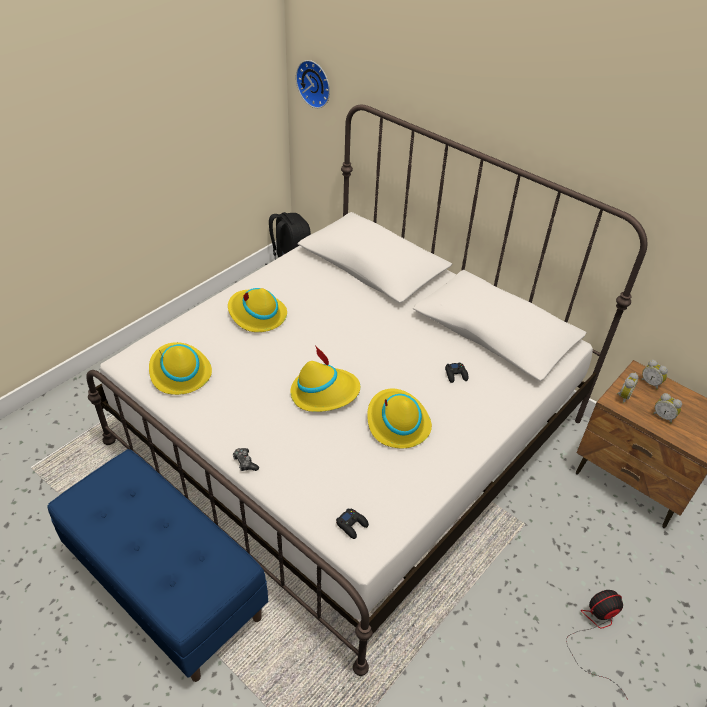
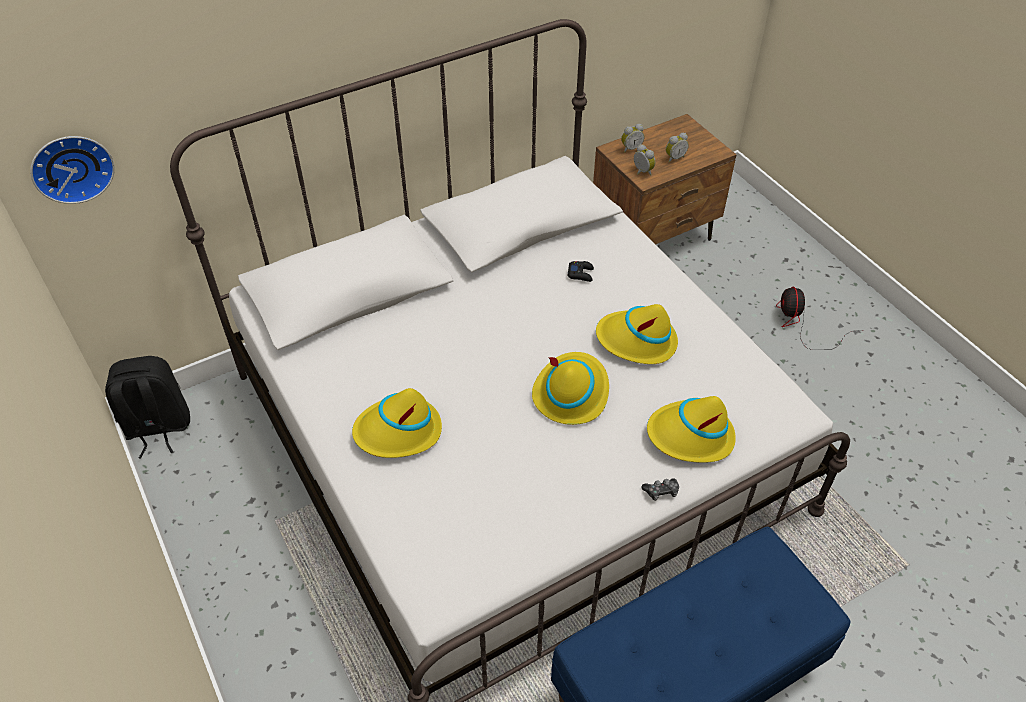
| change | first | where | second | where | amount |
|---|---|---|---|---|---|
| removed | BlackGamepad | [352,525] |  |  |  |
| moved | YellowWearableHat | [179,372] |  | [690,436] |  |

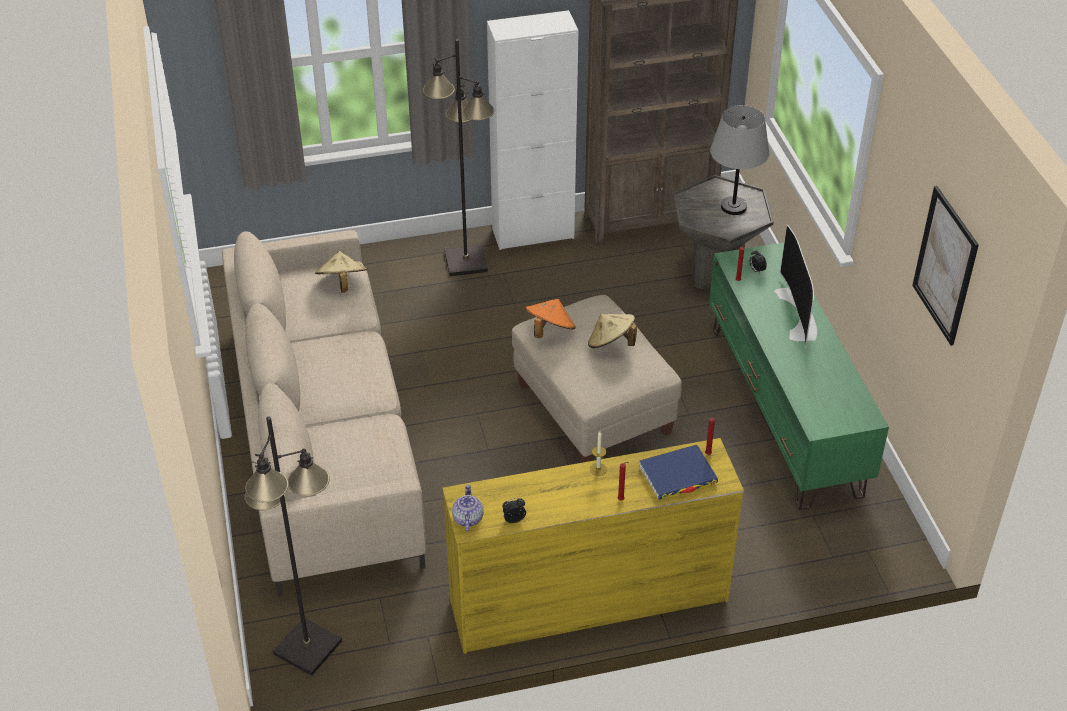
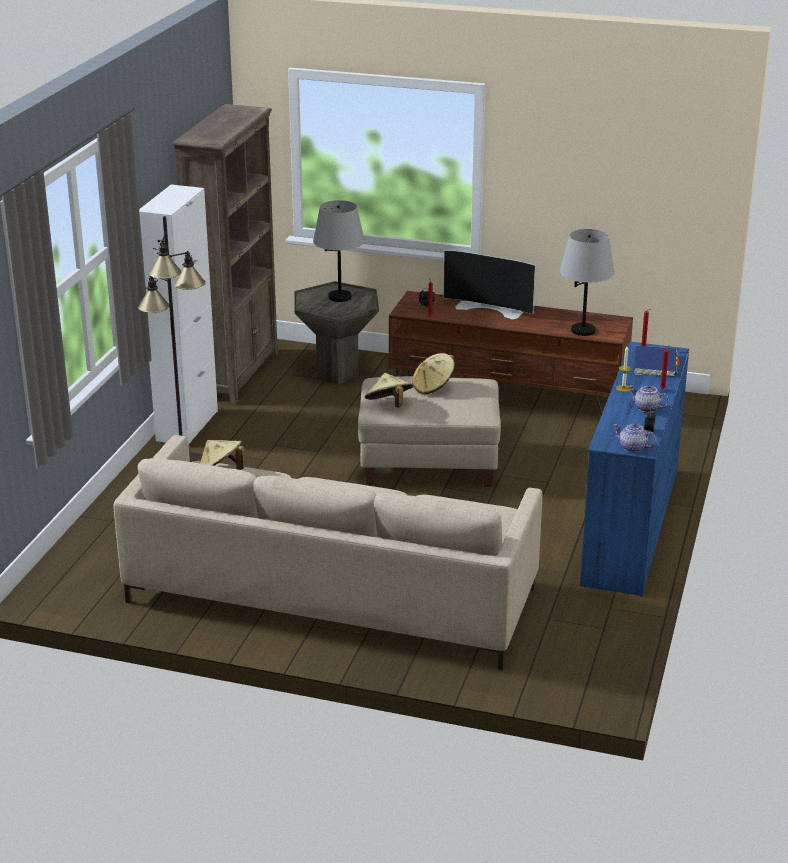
| change | first | where | second | where | amount |
|---|---|---|---|---|---|
| removed | BlackStandingLamp | [306,648] |  |  |  |
| removed | WallPicture | [945,266] |  |  |  |
| added |  |  | GrayTabletopLamp | [583,330] |  |
| added |  |  | Teapot | [646,408] |  |
| recoloured | YellowChestOfDrawers | [587,600] | BlueChestOfDrawers | [629,527] |  |
| recoloured | OrangeyWearableHat | [550,330] | SandColouredWearableHat | [389,405] |  |
| recoloured | GreenColouredMediaConsole | [784,410] | BrownColouredMediaConsole | [508,395] |  |

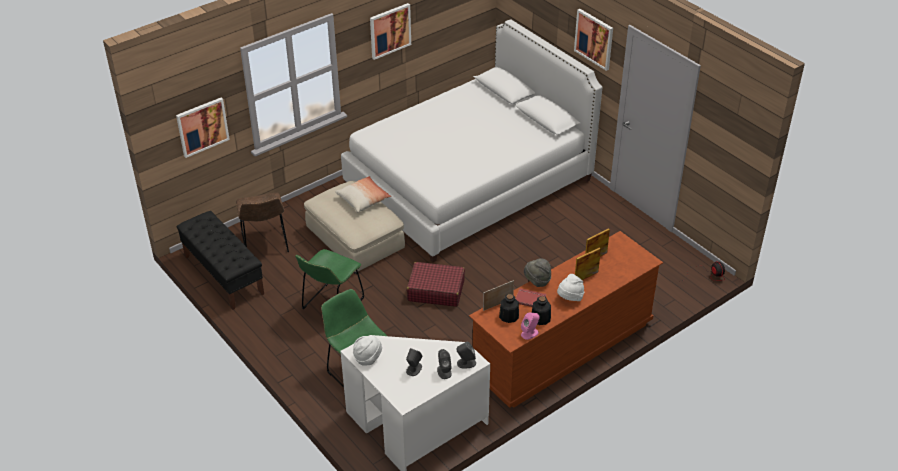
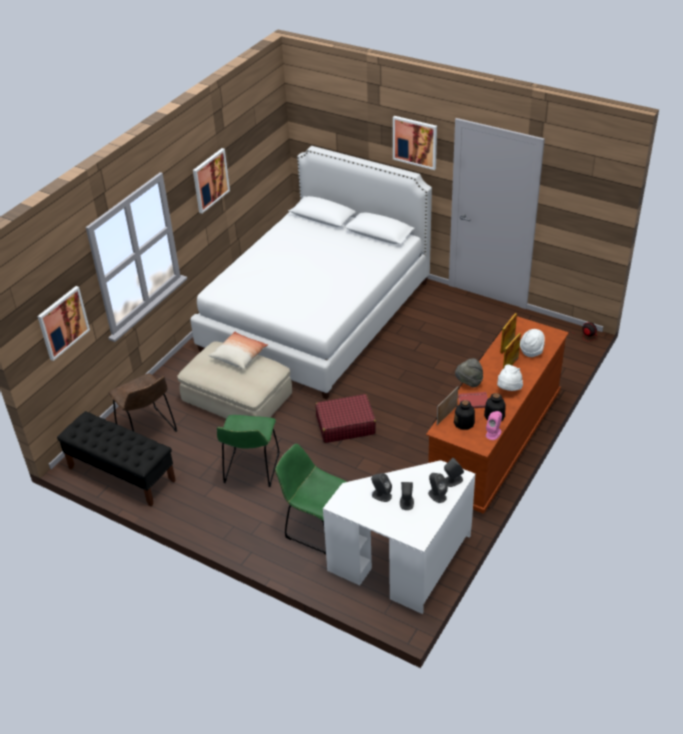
| change | first | where | second | where | amount |
|---|---|---|---|---|---|
| added |  |  | GraySpeaker | [381,495] |  |
| moved | WhiteWearableHat | [367,358] |  | [531,351] |  |

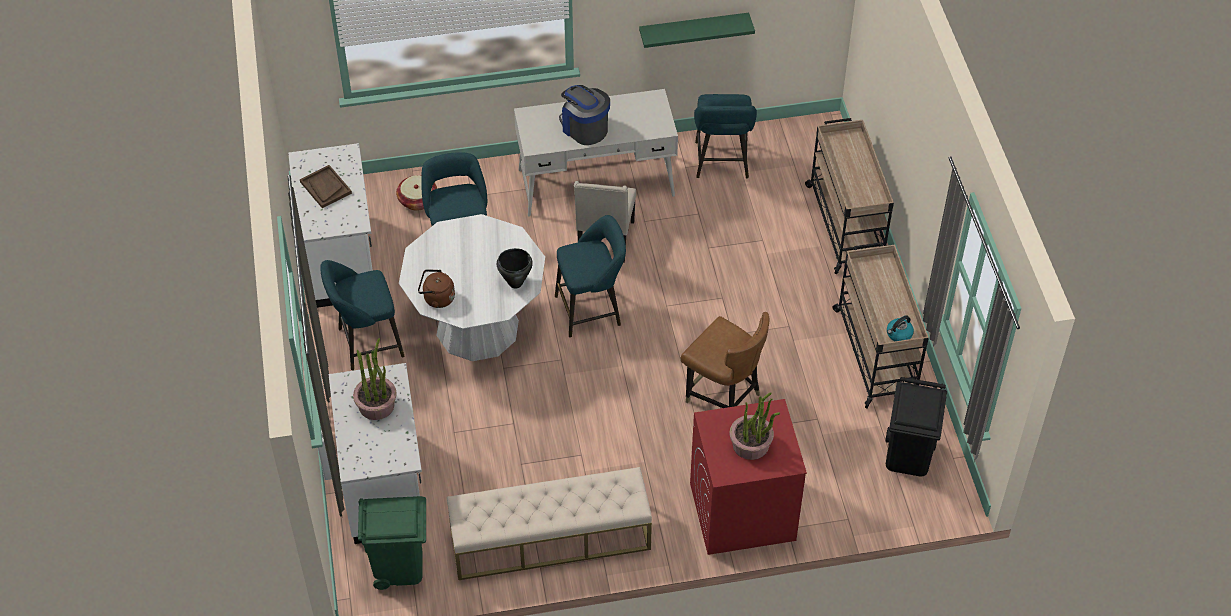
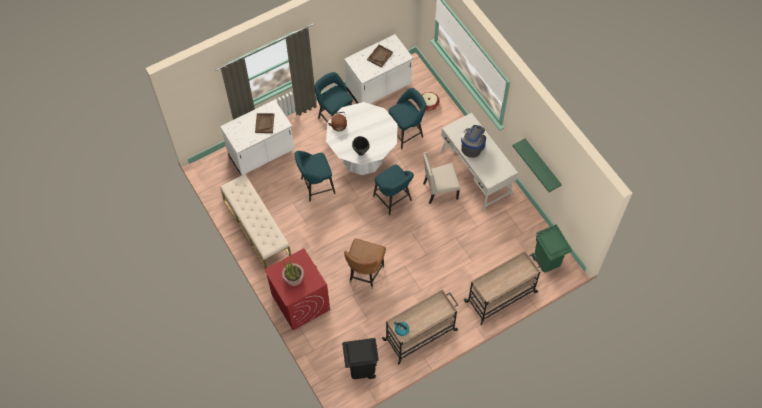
| change | first | where | second | where | amount |
|---|---|---|---|---|---|
| moved | GreenColouredTrashCan | [399,566] |  | [547,260] |  |
| moved | TurquoiseStoolSeat | [721,163] |  | [316,187] |  |
| replaced | Houseplant | [376,405] | BrownColouredServingTray | [264,123] |  |

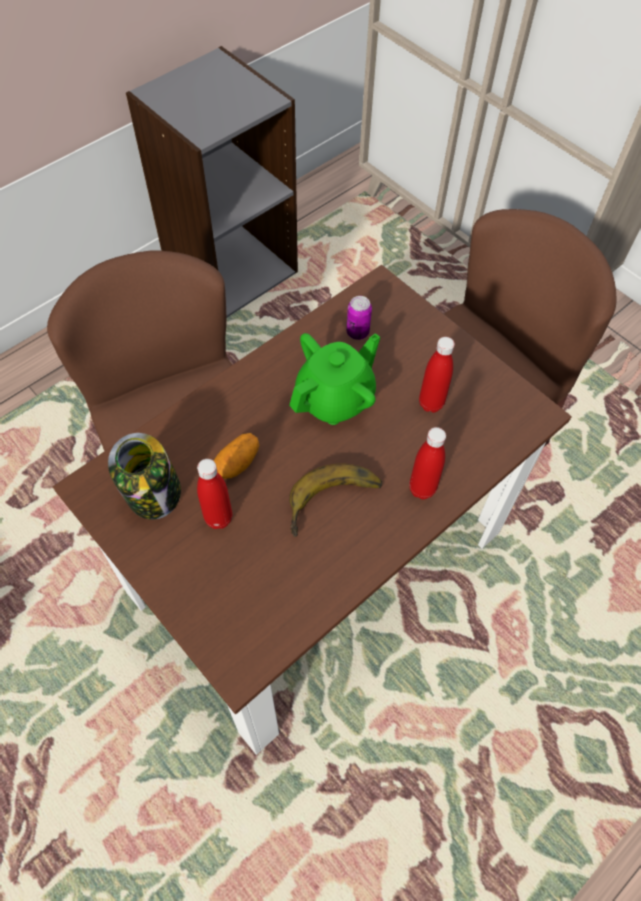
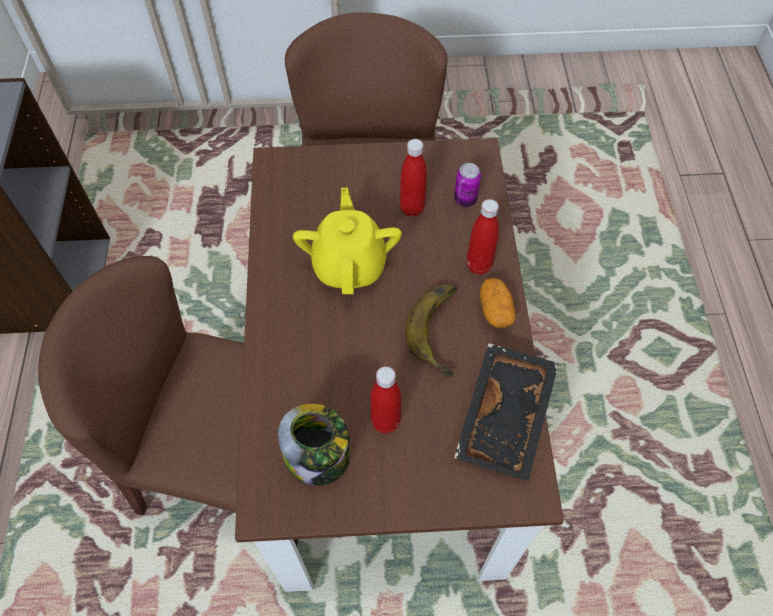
| change | first | where | second | where | amount |
|---|---|---|---|---|---|
| added |  |  | BlackServingTray | [507,417] |  |
| moved | Potato | [237,463] |  | [495,310] |  |
| moved | Can | [357,332] |  | [465,199] |  |
| recoloured | GreenColouredTeapot | [335,399] | YellowTeapot | [349,265] |  |

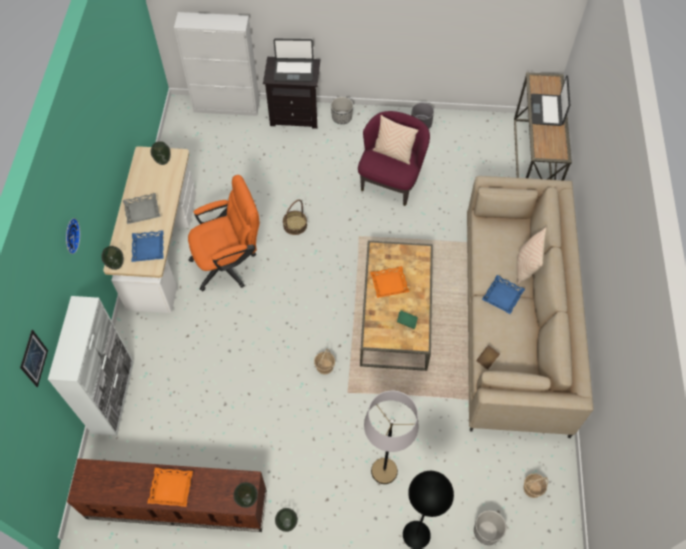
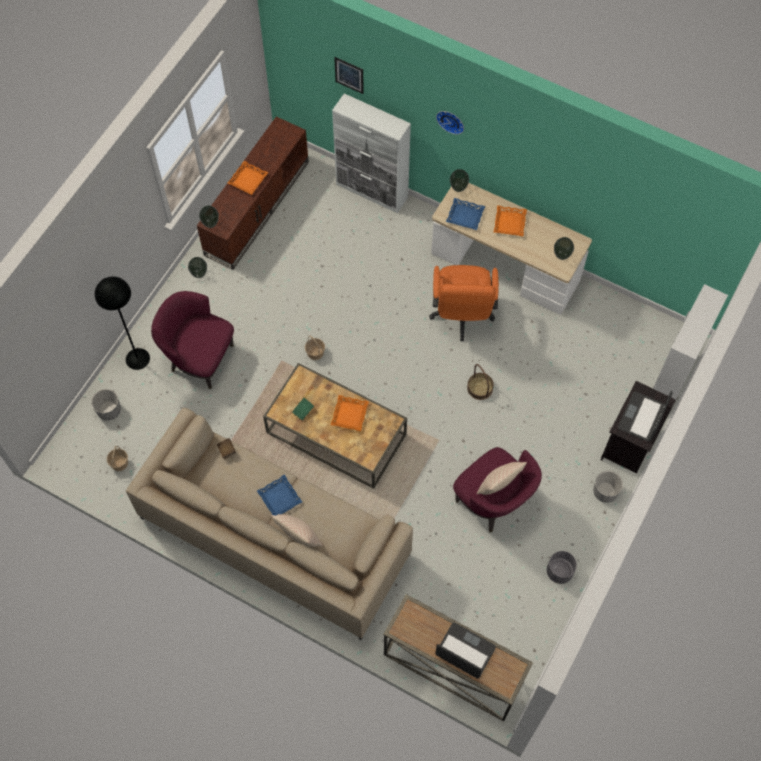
| change | first | where | second | where | amount |
|---|---|---|---|---|---|
| replaced | GrayStandingLamp | [384,471] | PurpleColouredEasyChair | [199,358] |  |
| recoloured | GrayServingTray | [142,211] | OrangeyServingTray | [509,223] |  |

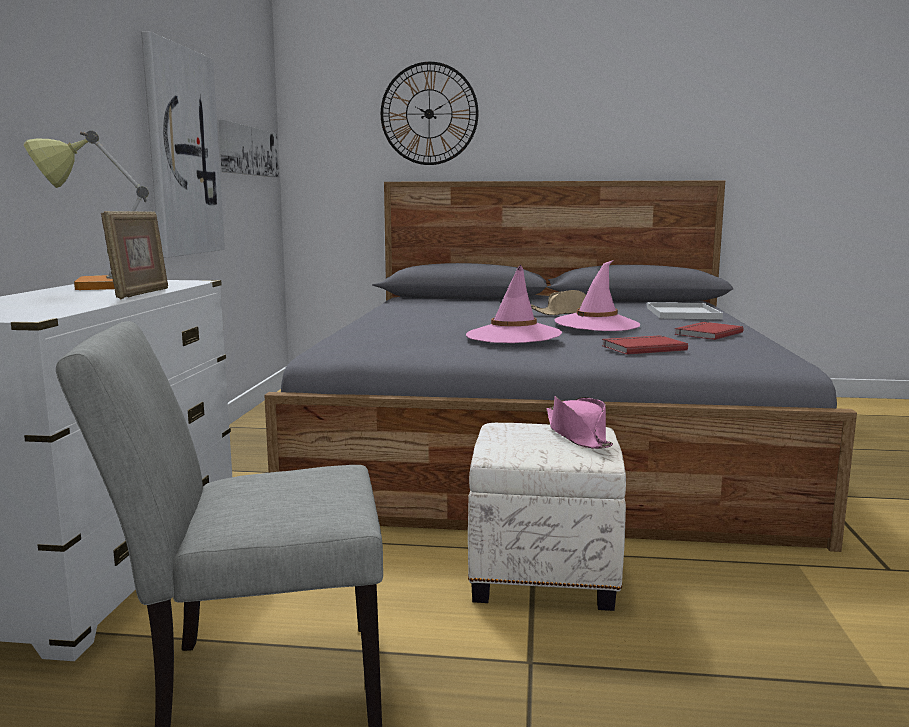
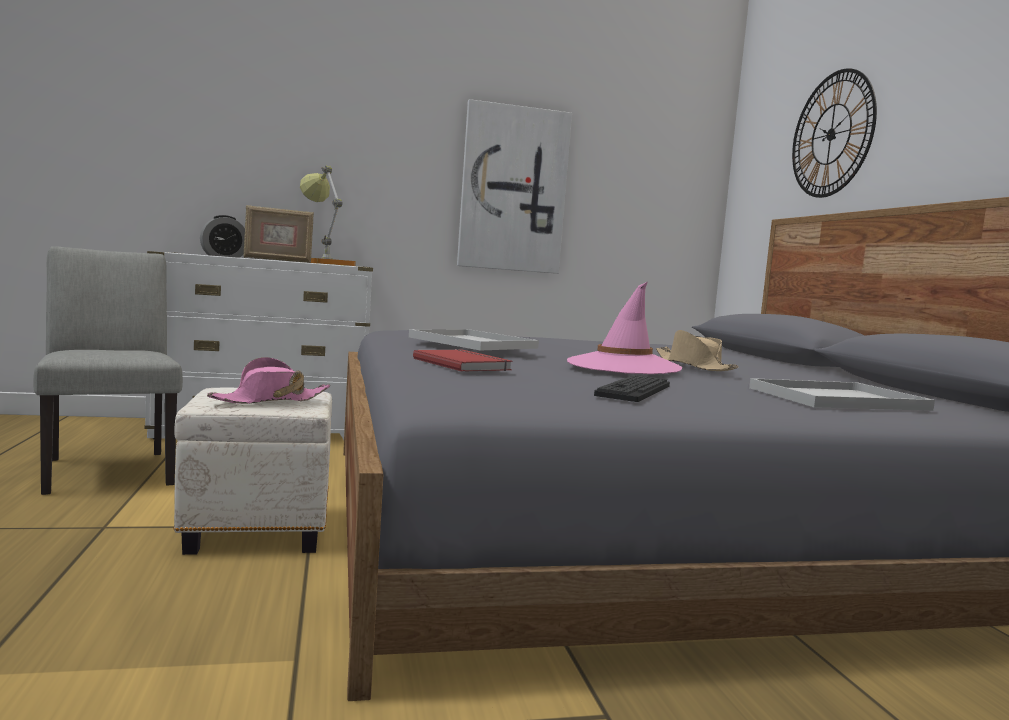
| change | first | where | second | where | amount |
|---|---|---|---|---|---|
| removed | WallPicture | [248,151] |  |  |  |
| added |  |  | BedsideClock | [223,256] |  |
| replaced | PinkColouredWearableHat | [513,335] | WhiteServingTray | [475,343] |  |
| replaced | ReddishVolume | [706,333] | PcKeyboard | [634,390] |  |

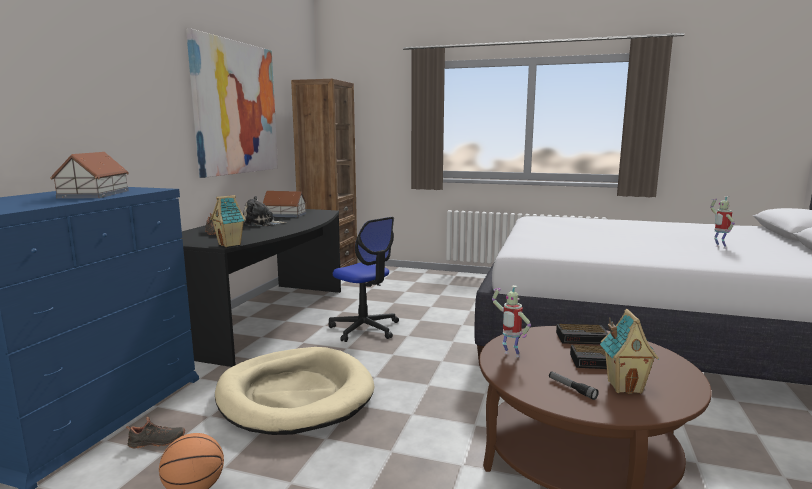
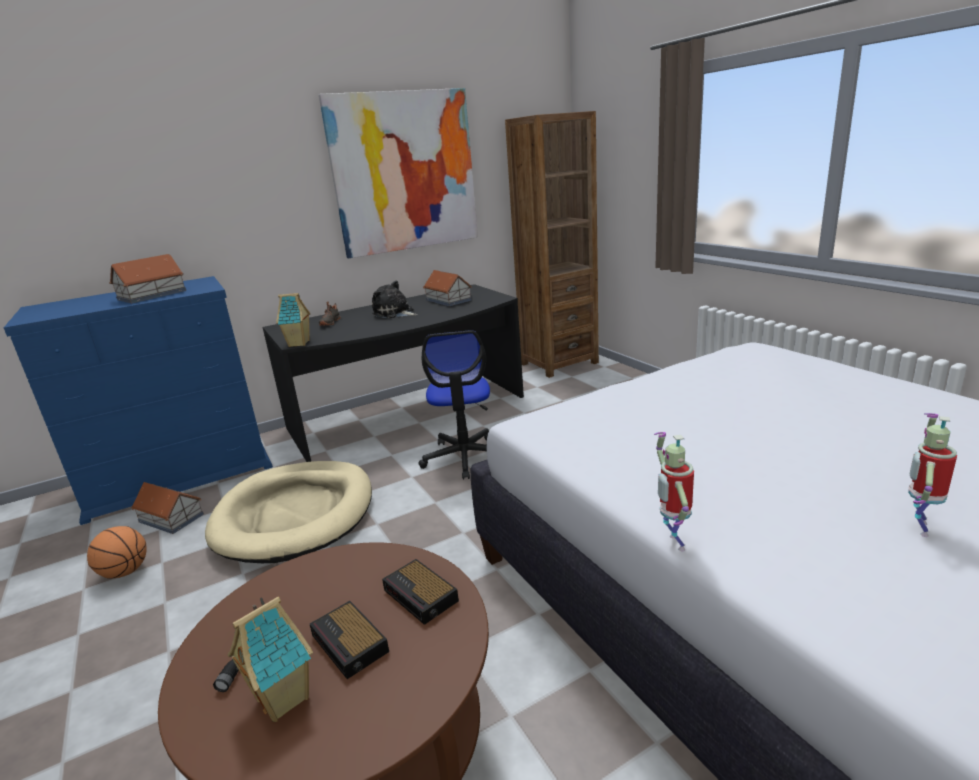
| change | first | where | second | where | amount |
|---|---|---|---|---|---|
| moved | ToyRobot | [510,355] |  | [672,542] |  |
| replaced | BlackItemOfFootwear | [157,442] | ModelHouse | [171,517] |  |

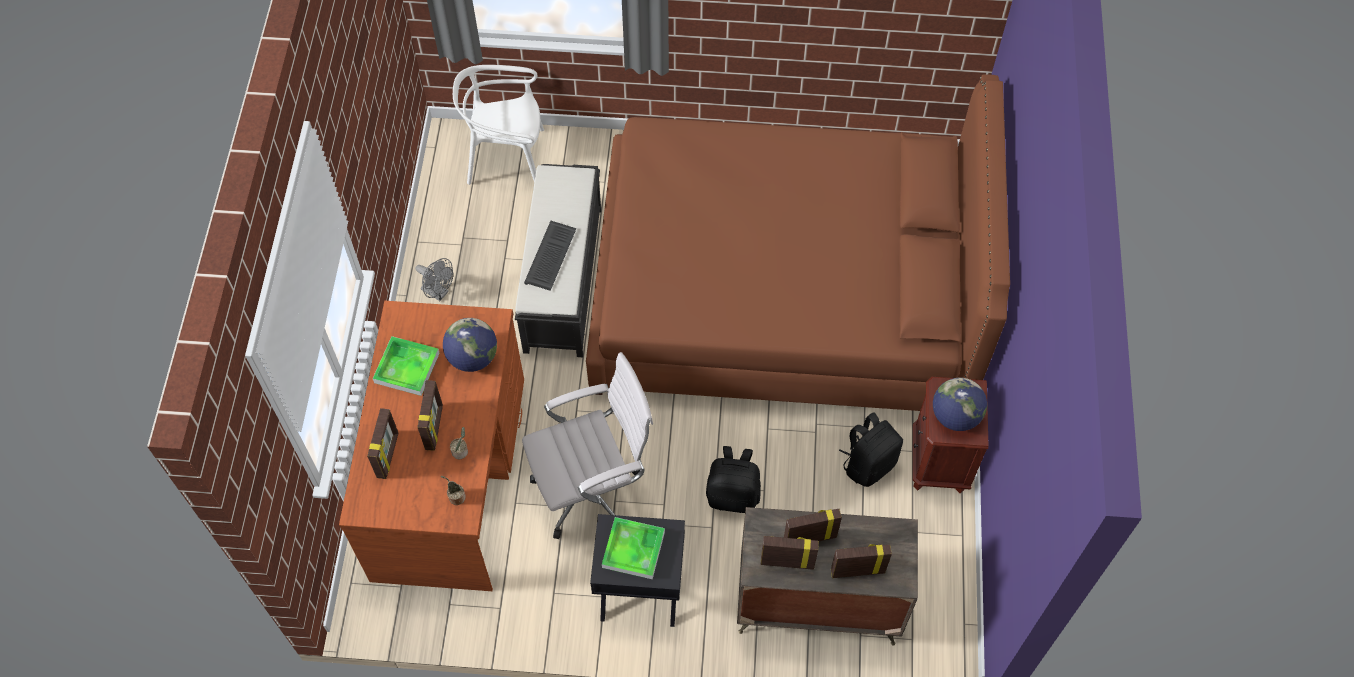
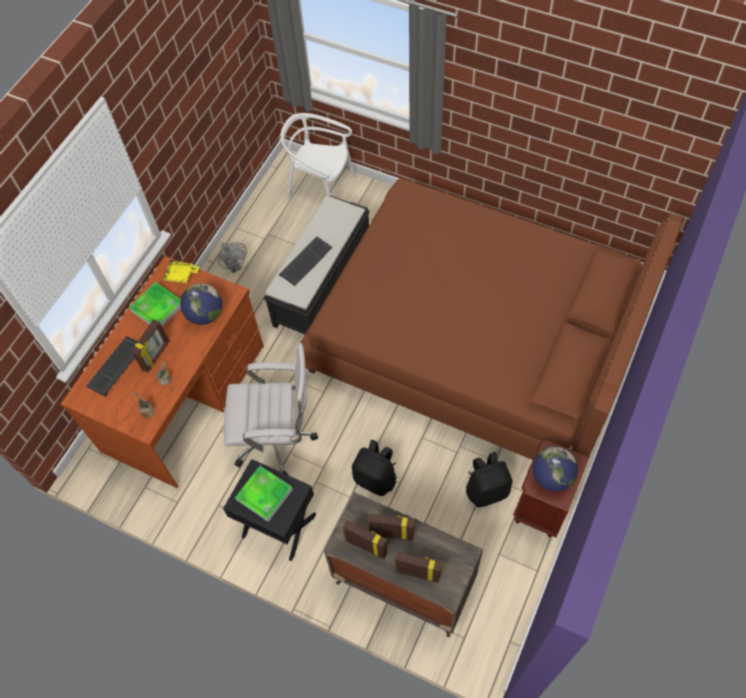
| change | first | where | second | where | amount |
|---|---|---|---|---|---|
| added |  |  | YellowServingTray | [181,275] |  |
| replaced | StandingFrame | [388,455] | PcKeyboard | [116,365] |  |

